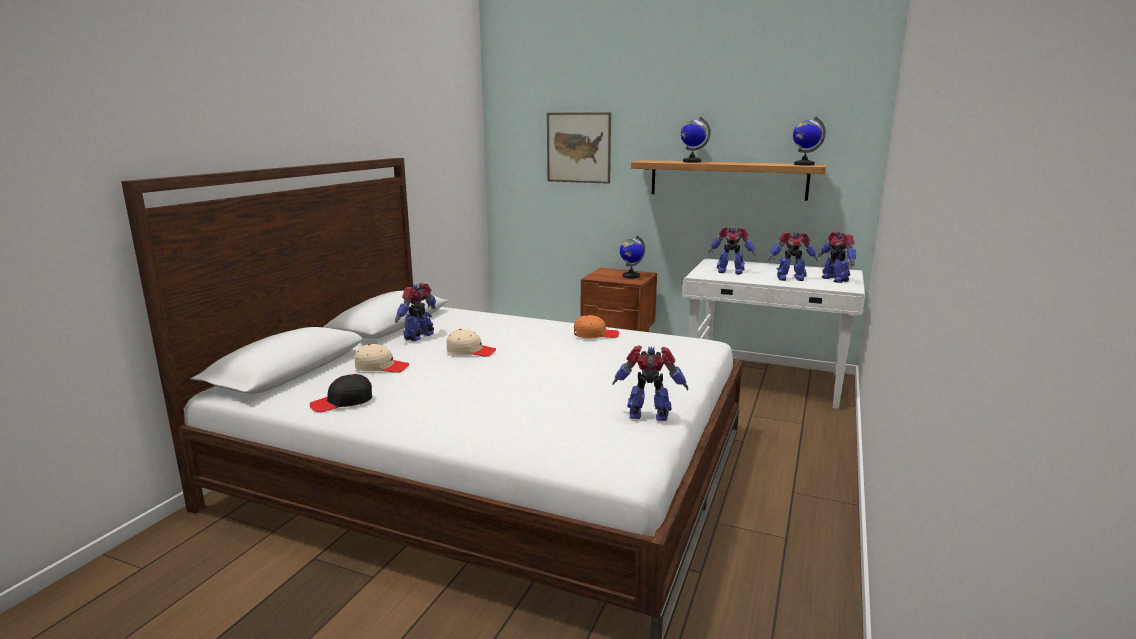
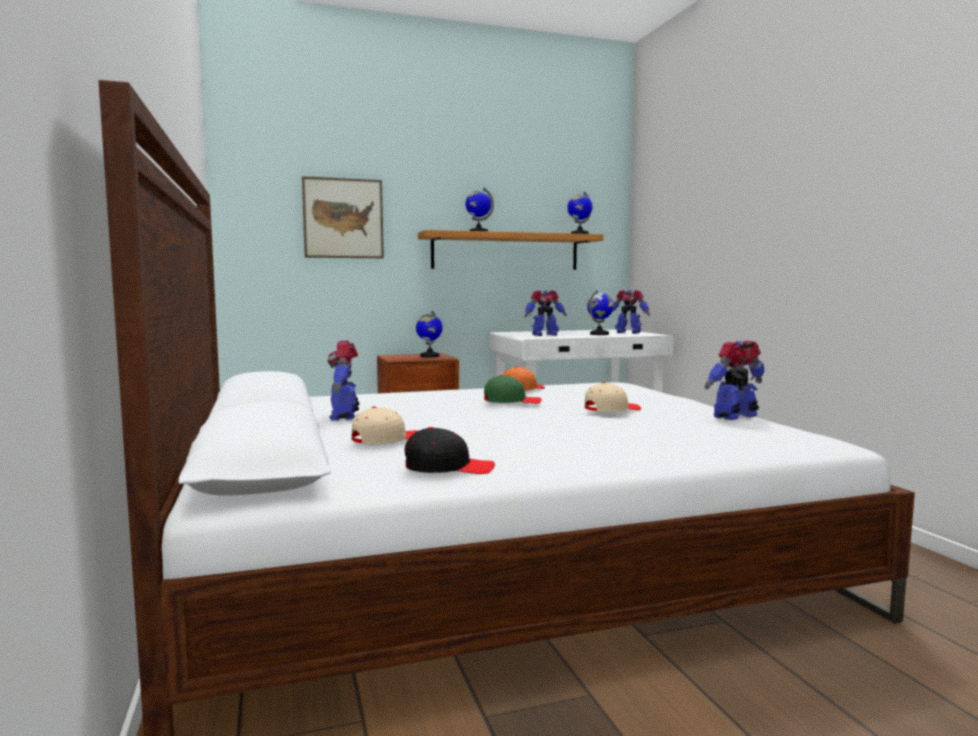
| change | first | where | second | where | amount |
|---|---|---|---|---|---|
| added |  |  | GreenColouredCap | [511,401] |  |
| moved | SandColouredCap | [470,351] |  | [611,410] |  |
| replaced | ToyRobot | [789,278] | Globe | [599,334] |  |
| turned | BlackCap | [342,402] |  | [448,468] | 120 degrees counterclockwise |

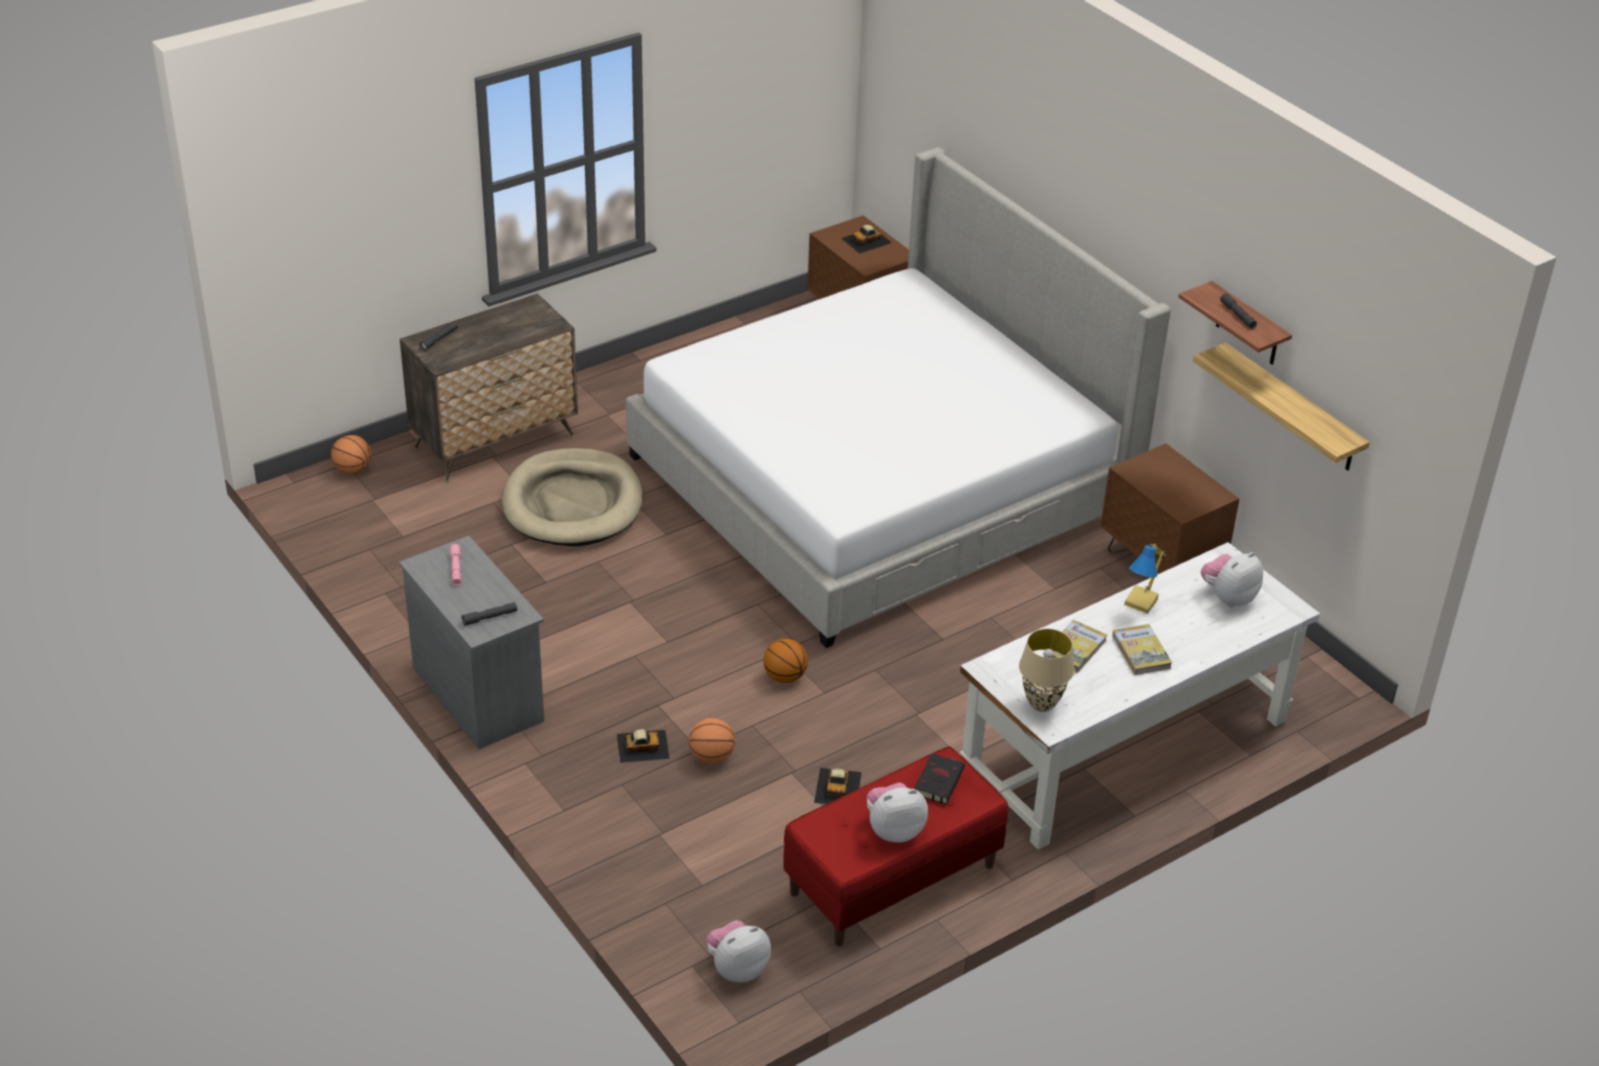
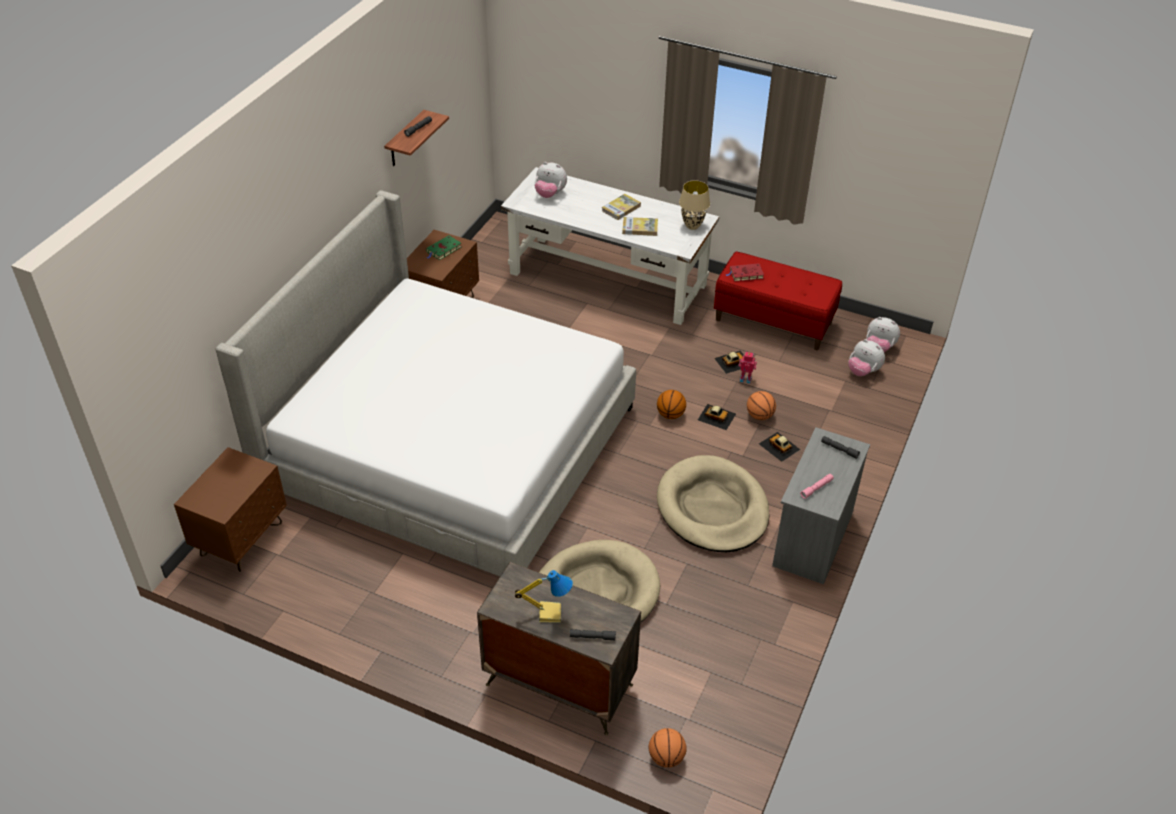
| change | first | where | second | where | amount |
|---|---|---|---|---|---|
| removed | Shelf | [1292,409] |  |  |  |
| added |  |  | GreenColouredVolume | [443,250] |  |
| added |  |  | SandColouredPetBed | [712,508] |  |
| added |  |  | ToyRobot | [745,378] |  |
| moved | ModelCar | [866,240] |  | [716,416] |  |
| moved | SoftToy | [894,830] |  | [863,371] |  |
| moved | TabletopLamp | [1142,602] |  | [549,612] |  |
| recoloured | BlackVolume | [939,780] | ReddishVolume | [745,274] |  |

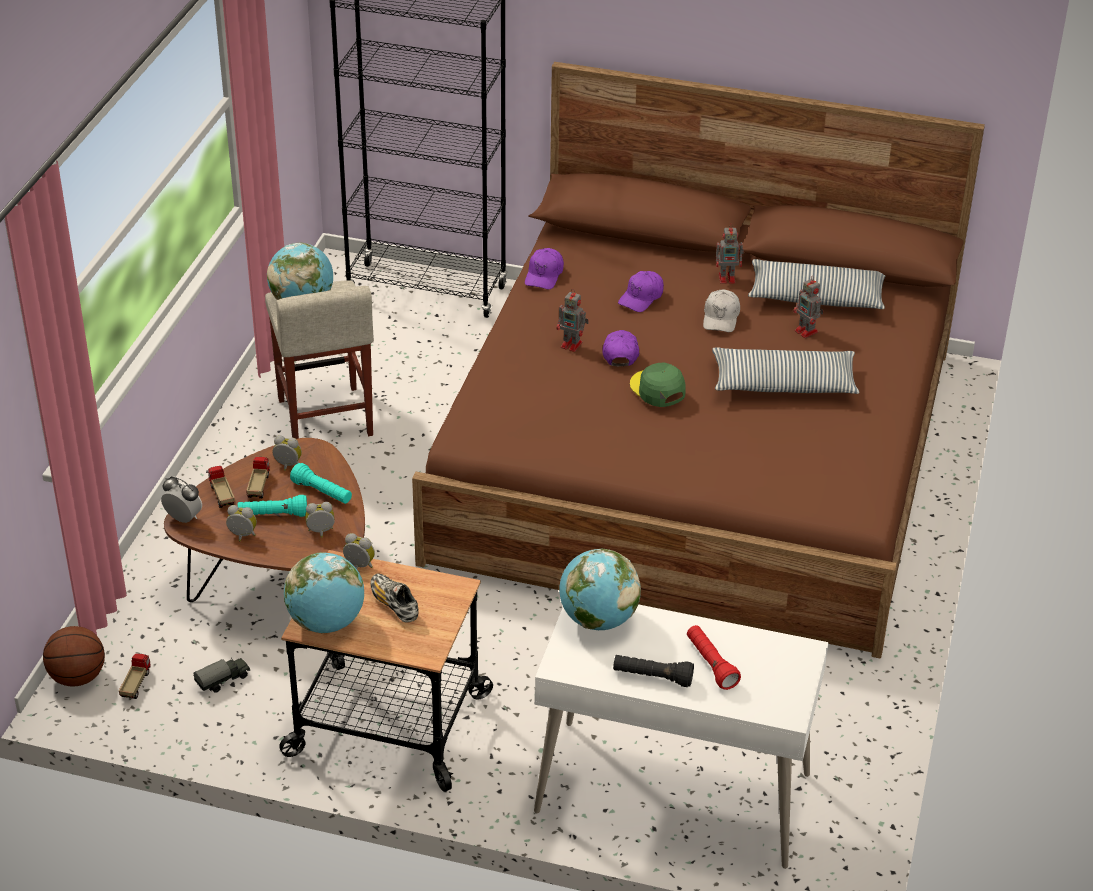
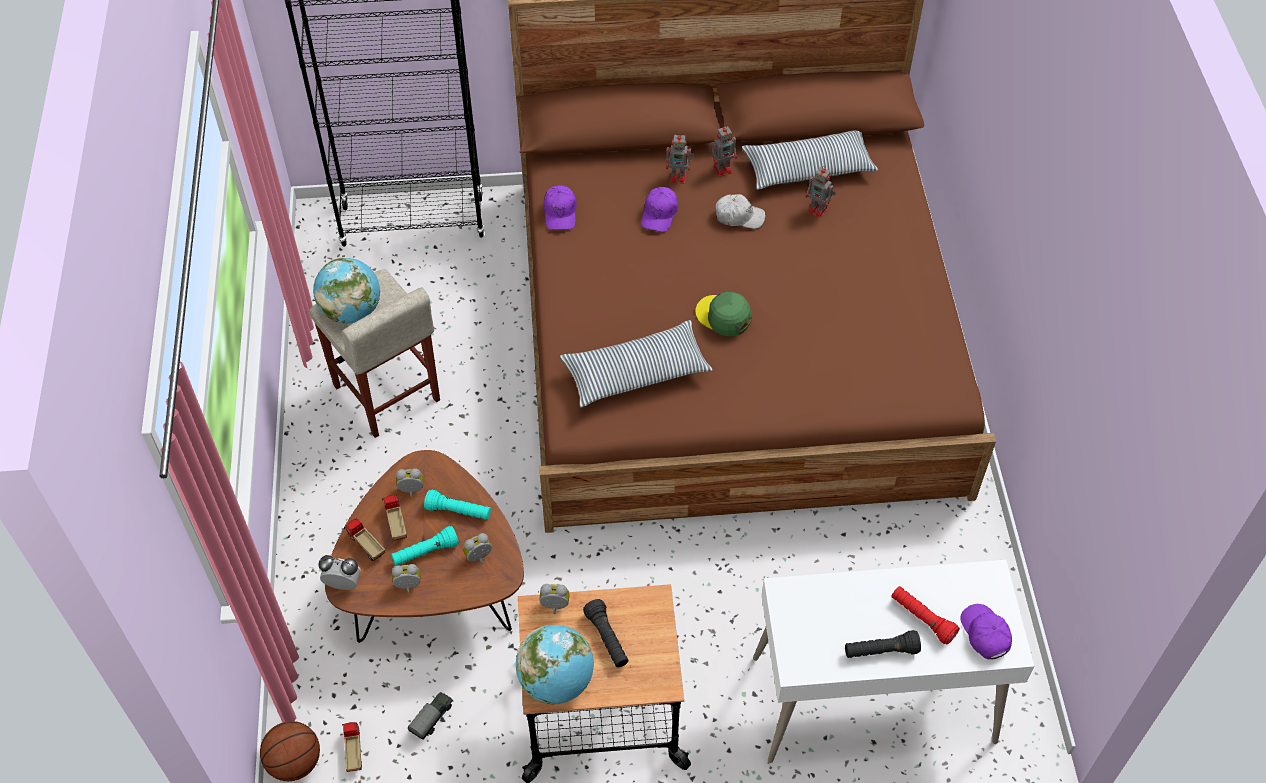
| change | first | where | second | where | amount |
|---|---|---|---|---|---|
| removed | Globe | [598,619] |  |  |  |
| moved | ToyRobot | [572,345] |  | [679,177] |  |
| moved | PurpleColouredCap | [620,353] |  | [985,634] |  |
| moved | Pillow | [784,384] |  | [636,372] |  |
| replaced | ItemOfFootwear | [394,604] | BlackFlashlight | [607,639] |  |
| turned | WhiteCap | [721,318] |  | [739,216] | 75 degrees counterclockwise |

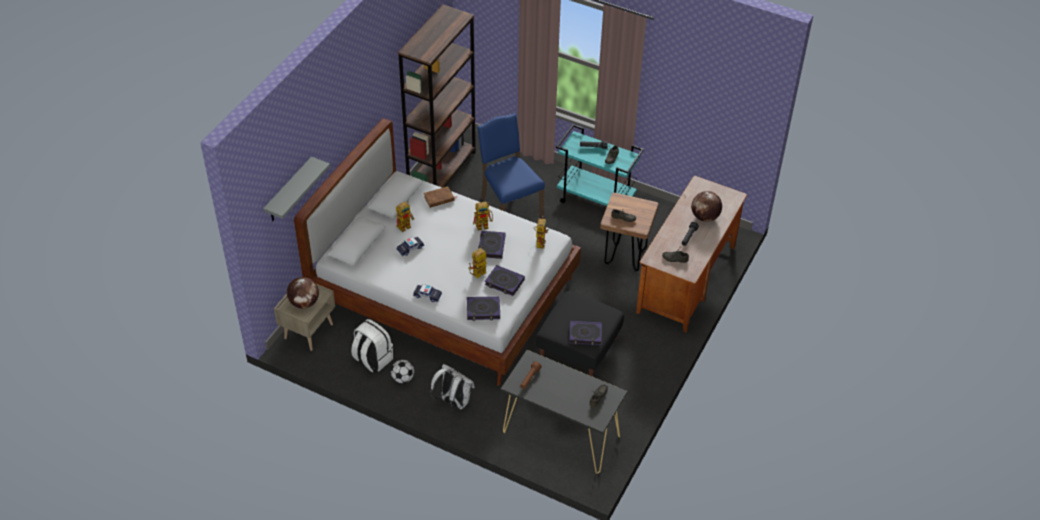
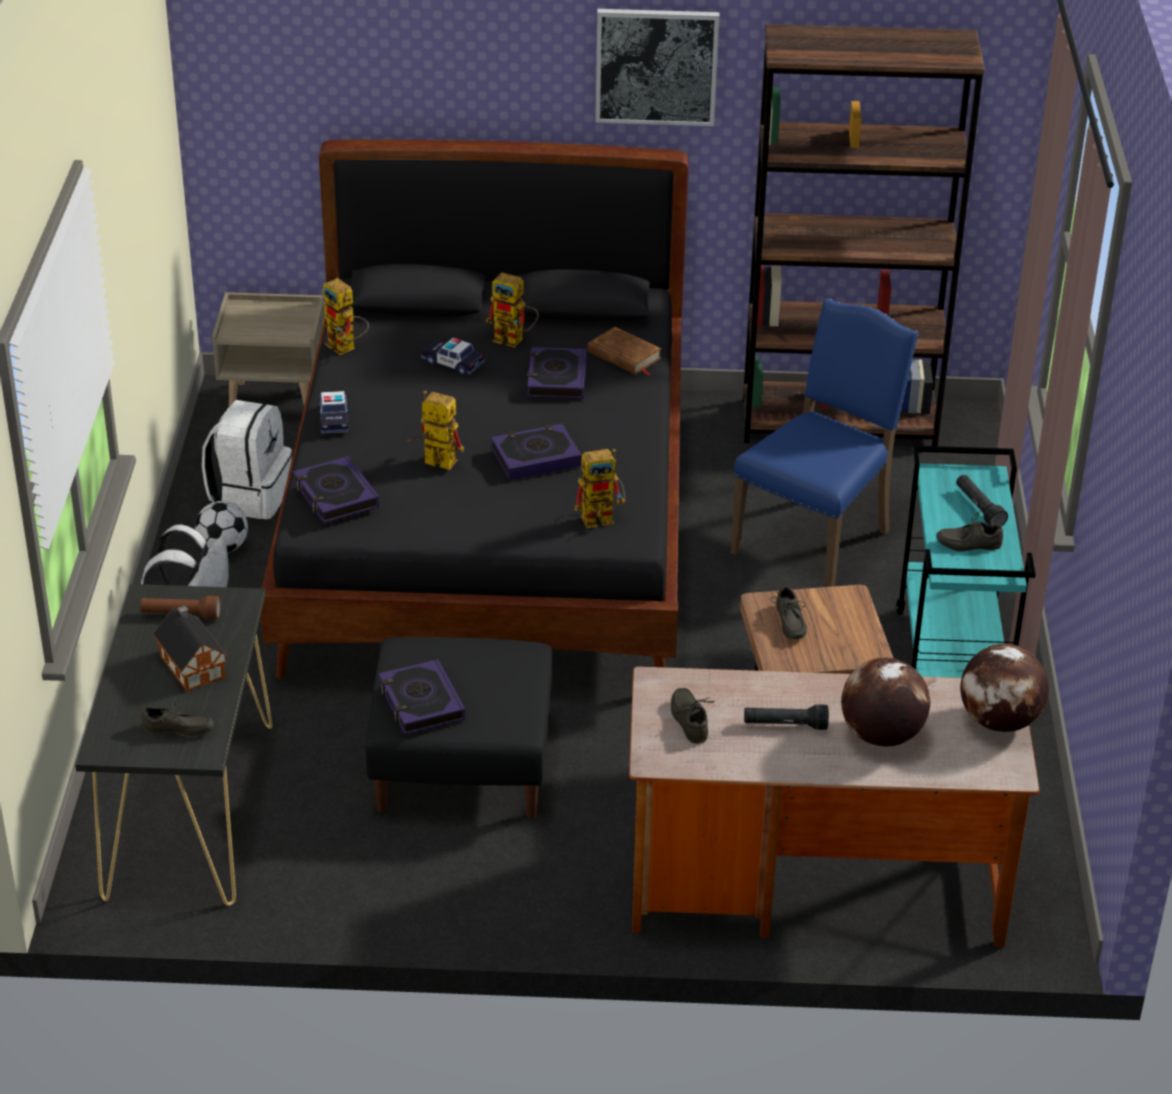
| change | first | where | second | where | amount |
|---|---|---|---|---|---|
| removed | GrayShelf | [289,191] |  |  |  |
| added |  |  | ModelHouse | [192,665] |  |
| added |  |  | WallPicture | [656,66] |  |
| moved | Globe | [304,303] |  | [999,722] |  |
| moved | ToyRobot | [484,225] |  | [346,348] |  |
| moved | Volume | [504,282] |  | [556,379] |  |
| recoloured | WhiteBed | [444,293] | BlackBed | [491,530] |  |

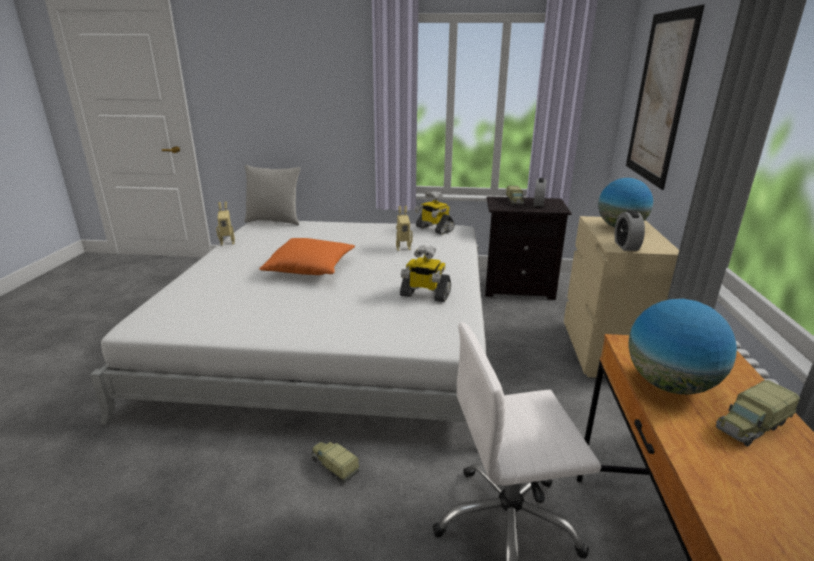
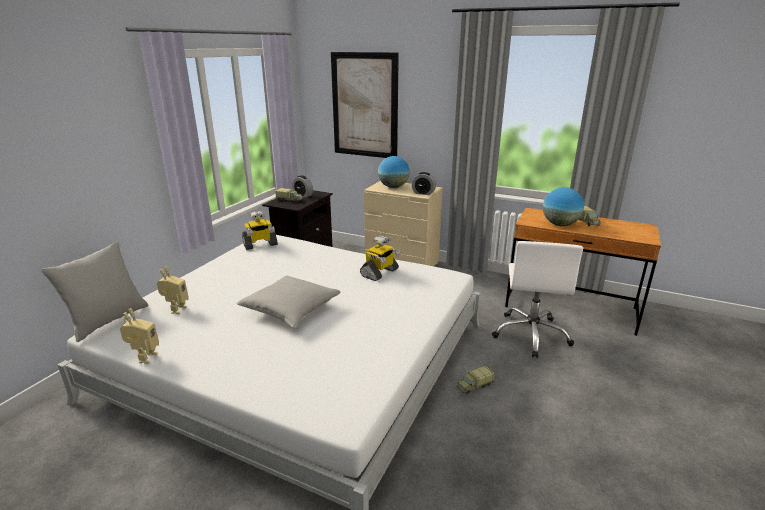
| change | first | where | second | where | amount |
|---|---|---|---|---|---|
| moved | ToyRobot | [403,248] |  | [176,309] |  |
| recoloured | OrangeyPillow | [310,268] | GrayPillow | [290,310] |  |

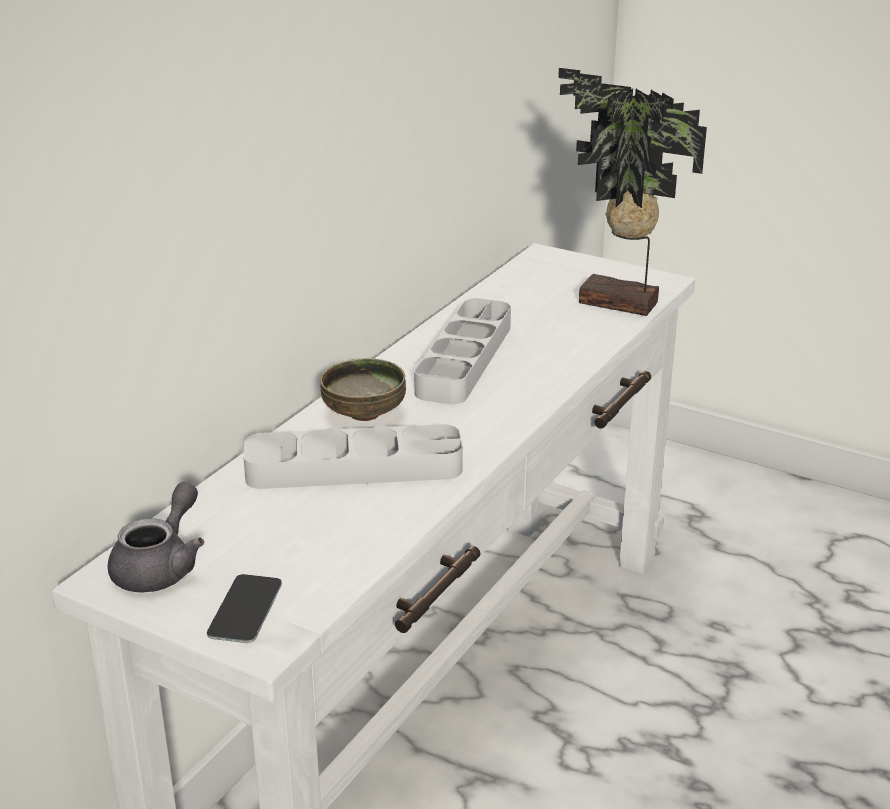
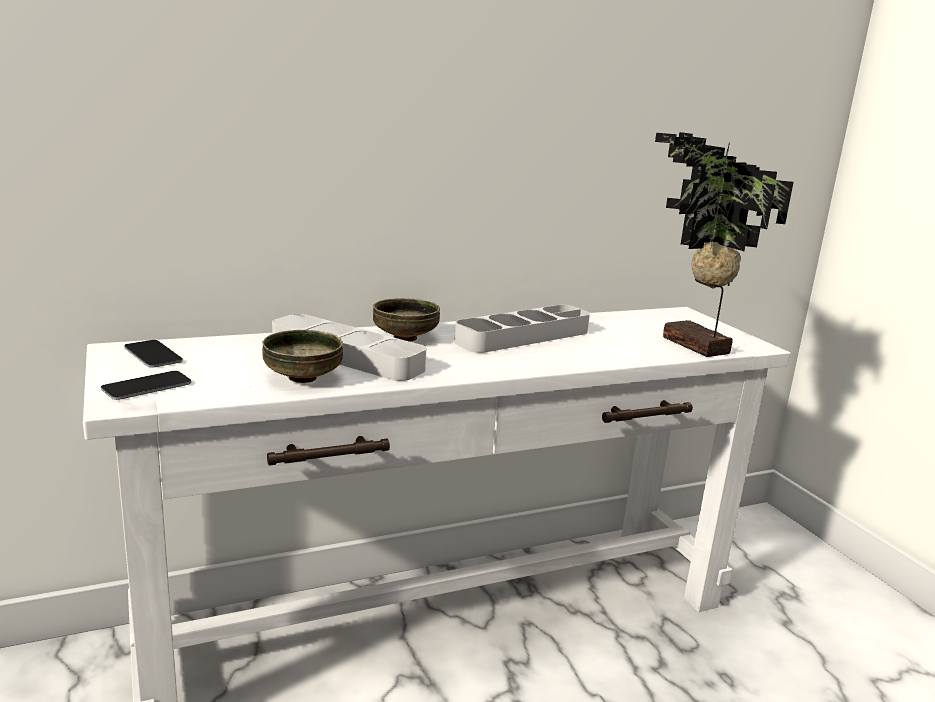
| change | first | where | second | where | amount |
|---|---|---|---|---|---|
| added |  |  | DeepDish | [303,378] |  |
| replaced | GrayTeapot | [161,566] | Phone | [153,354] |  |

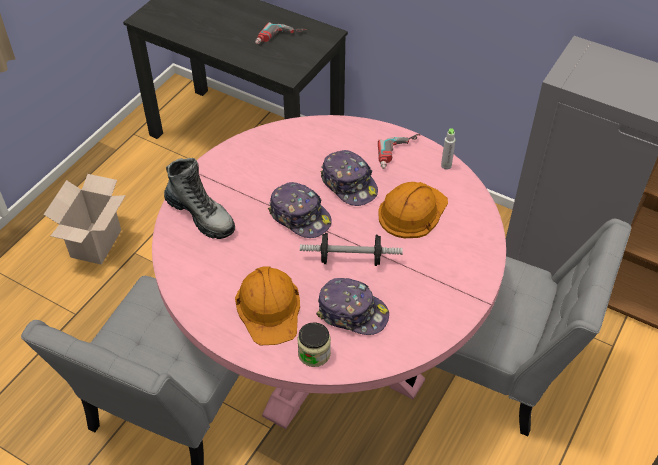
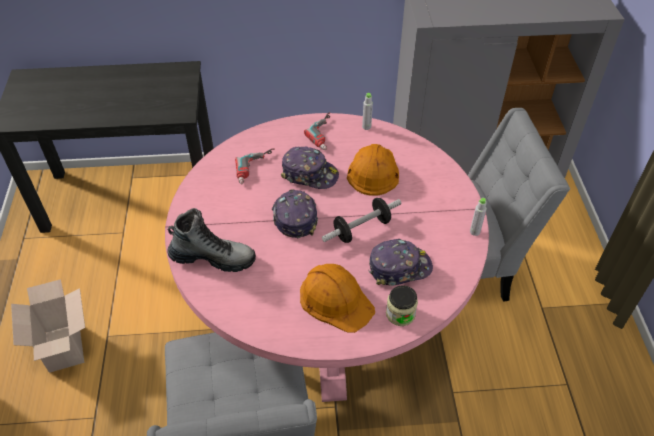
| change | first | where | second | where | amount |
|---|---|---|---|---|---|
| added |  |  | GrayBeverageBottle | [475,231] |  |
| moved | ElectricDrill | [280,39] |  | [257,169] |  |
| turned | Cap | [300,216] |  | [294,217] | 105 degrees counterclockwise |

